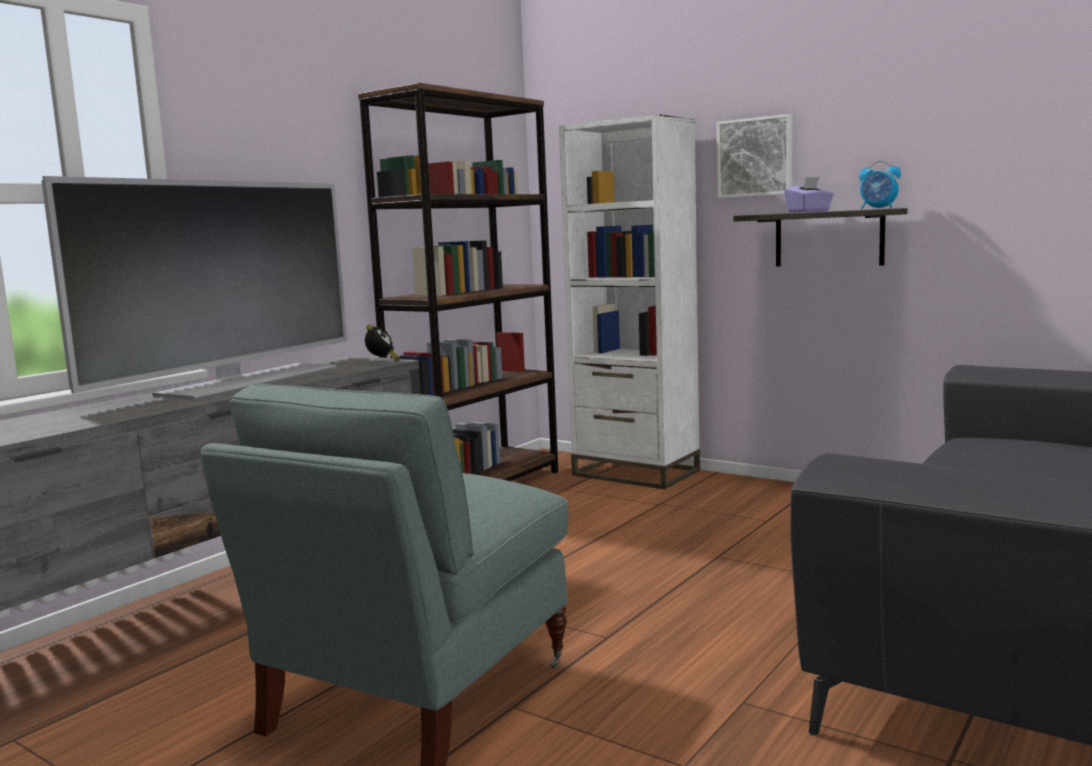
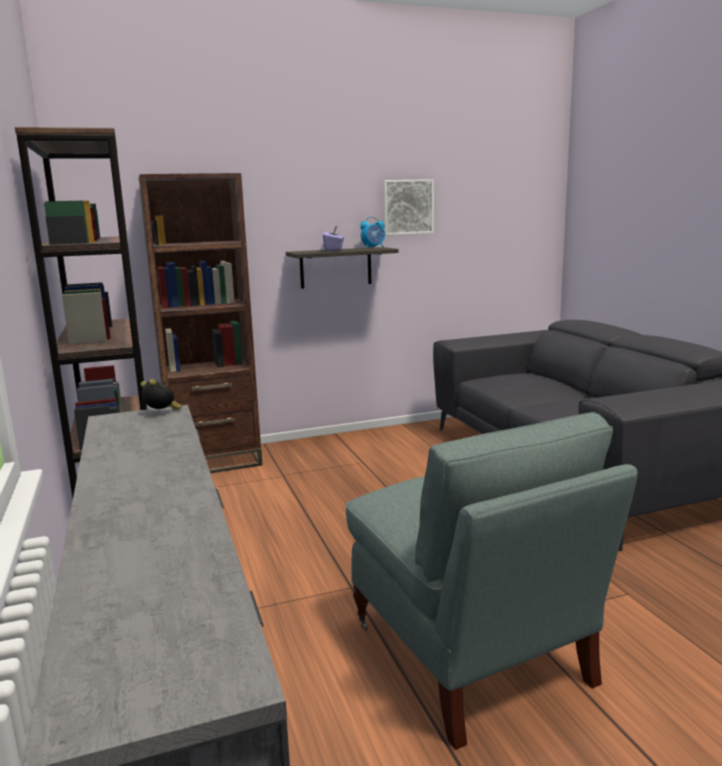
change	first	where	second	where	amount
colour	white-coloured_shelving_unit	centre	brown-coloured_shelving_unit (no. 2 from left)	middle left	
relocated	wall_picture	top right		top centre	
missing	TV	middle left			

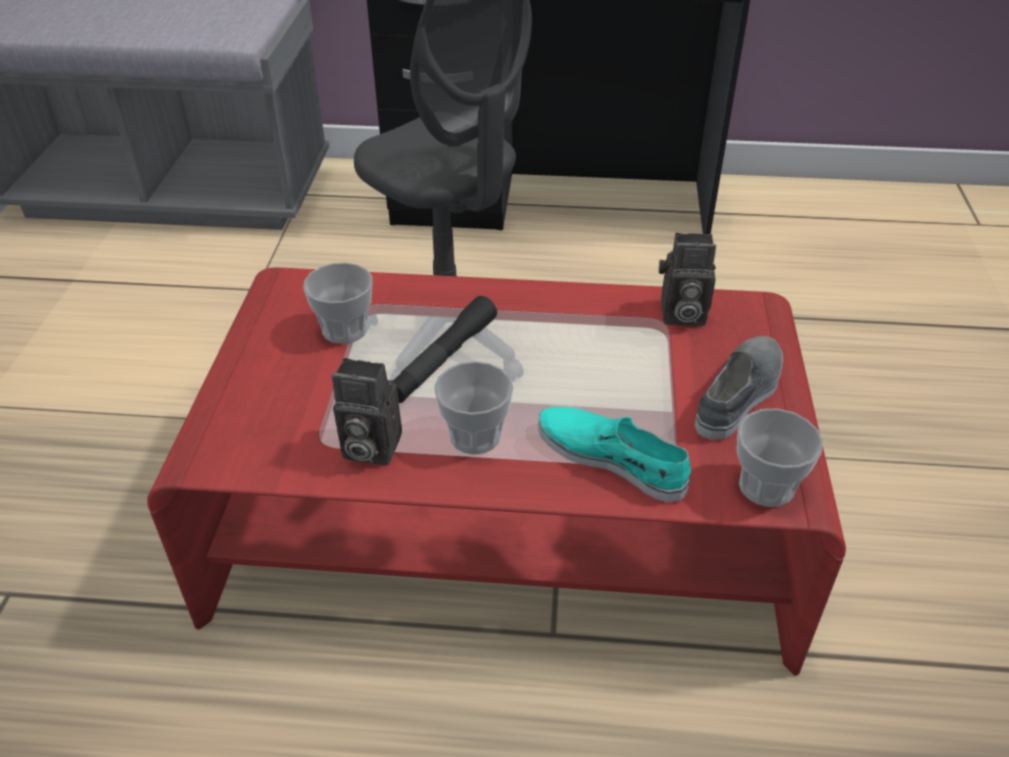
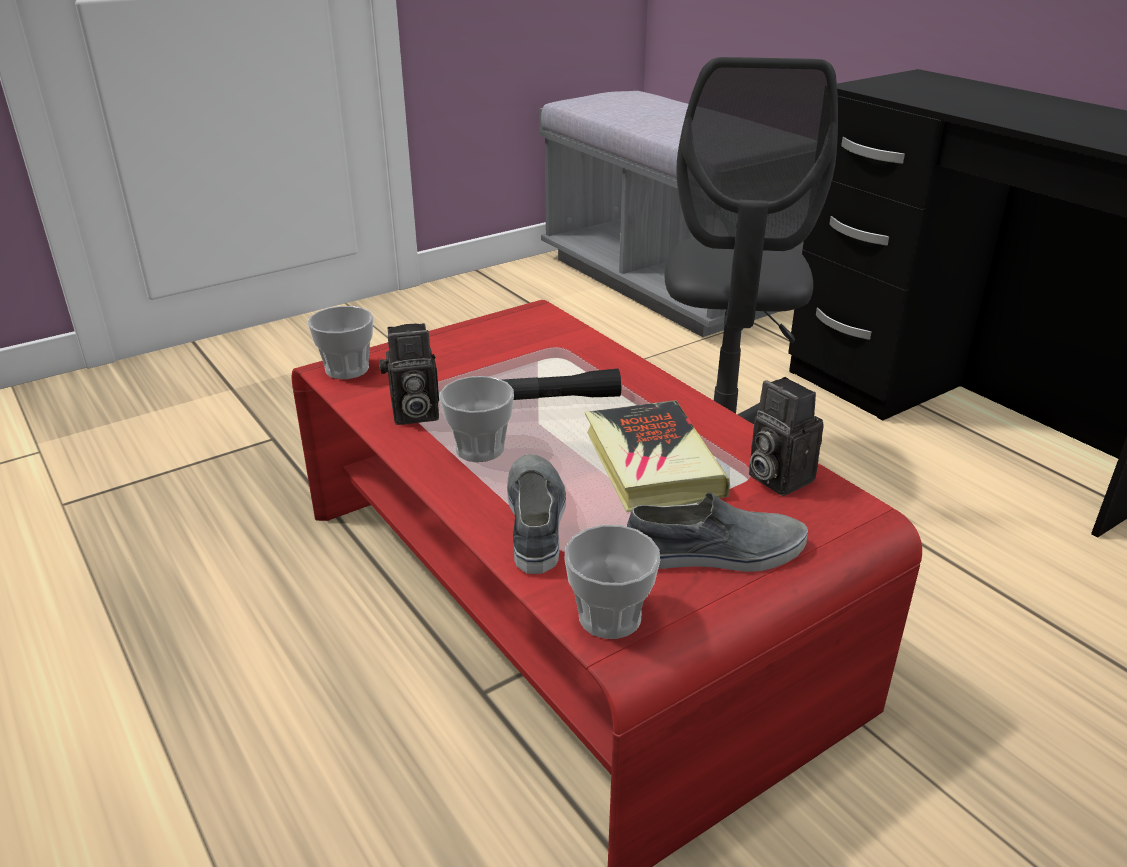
change	first	where	second	where	amount
relocated	drinking_cup (no. 1 from left)	centre		middle left	
spun	still_camera (no. 1 from left)	centre		centre	75 degrees counterclockwise
colour	turquoise-coloured_low_shoe	centre	greyish_low_shoe (no. 1 from left)	centre	
appeared			bound_book	centre	

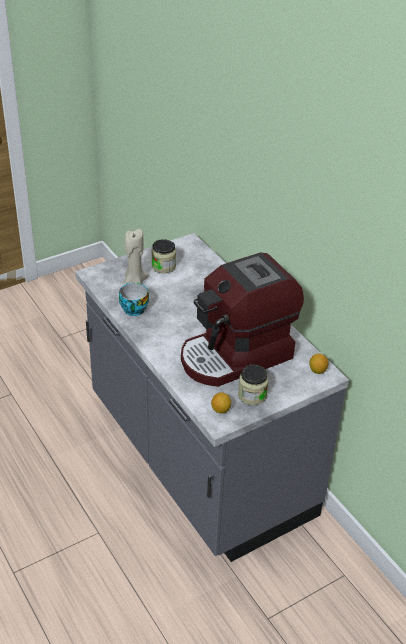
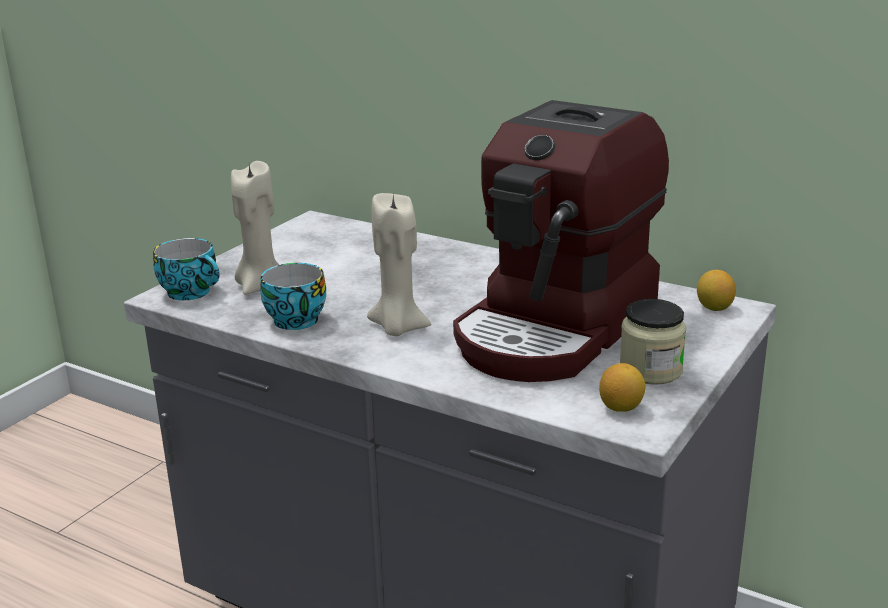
change	first	where	second	where	amount
appeared			drinking_cup (no. 1 from left)	middle left	
appeared			beige_candle (no. 2 from left)	centre	
missing	preserve_jar (no. 1 from left)	centre			

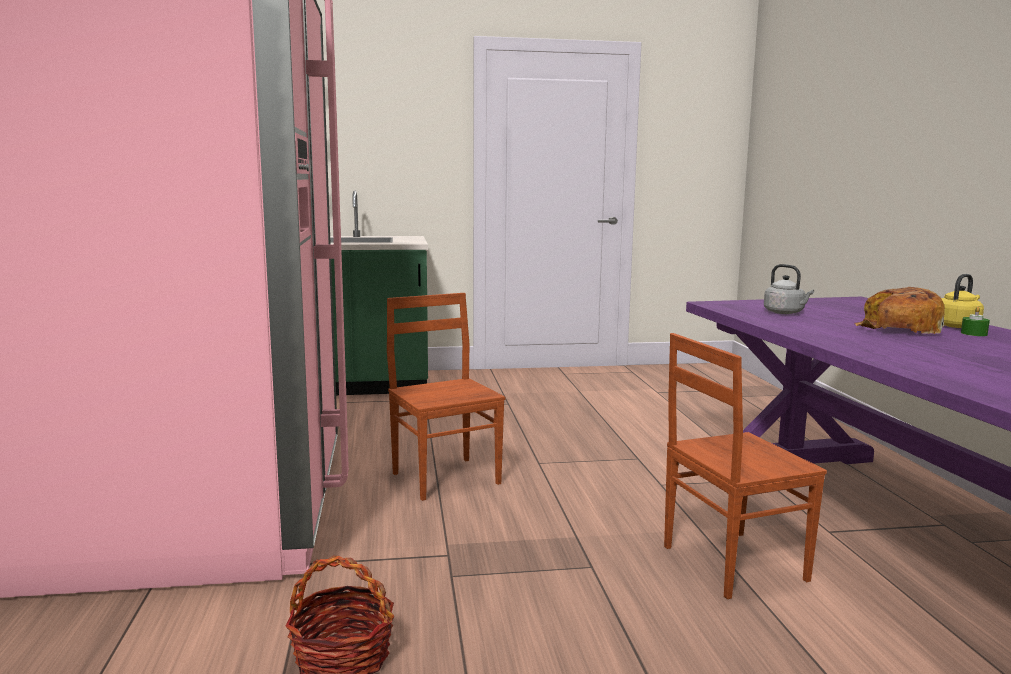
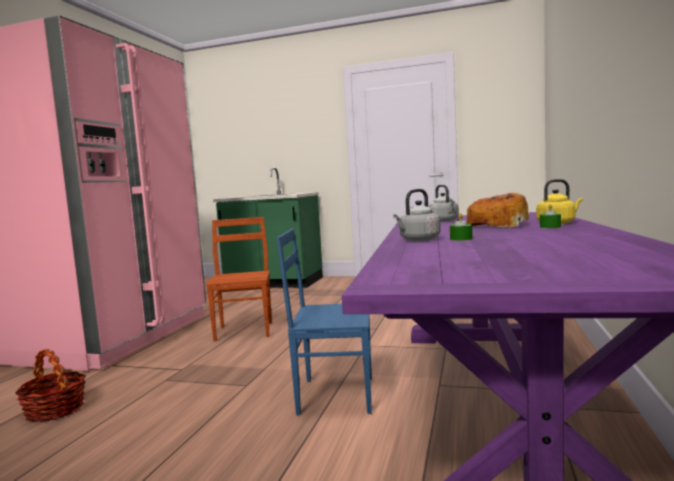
change	first	where	second	where	amount
colour	brown-coloured_plain_chair (no. 2 from left)	bottom right	blue_plain_chair	bottom centre	
appeared			greyish_tea_kettle (no. 1 from left)	centre	
appeared			green-coloured_candle (no. 1 from left)	middle right	

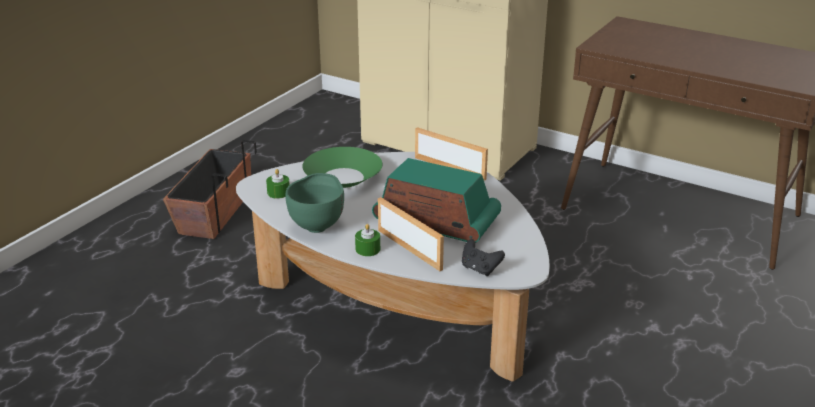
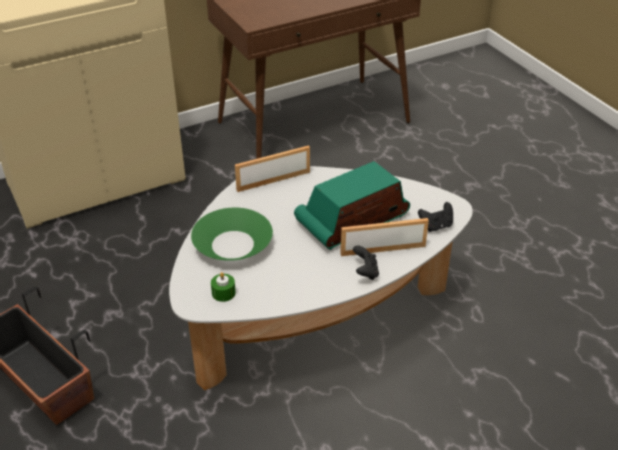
change	first	where	second	where	amount
exchanged	green-coloured_candle (no. 2 from left)	centre	blackish_joypad (no. 1 from left)	centre	
missing	green-coloured_bowl (no. 1 from left)	centre			

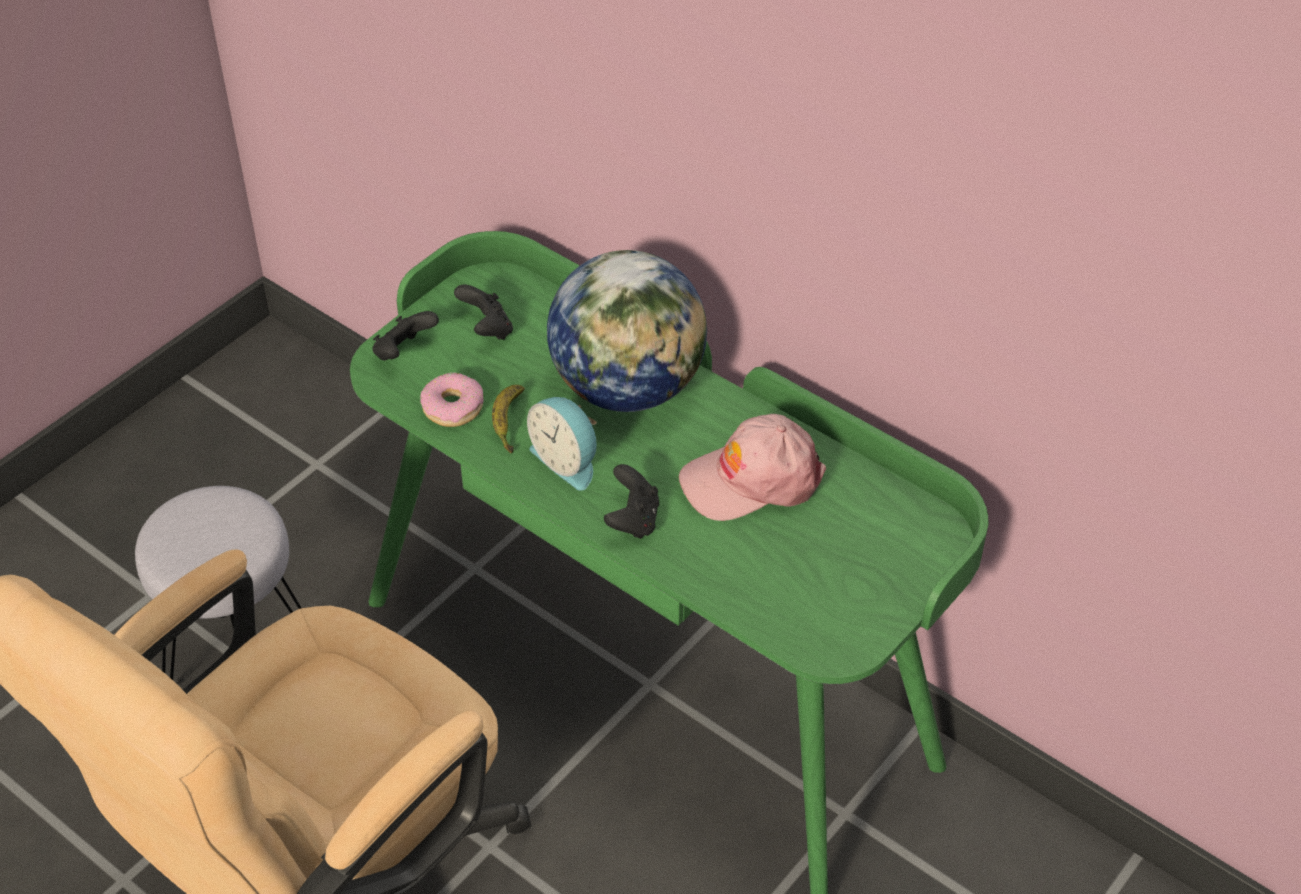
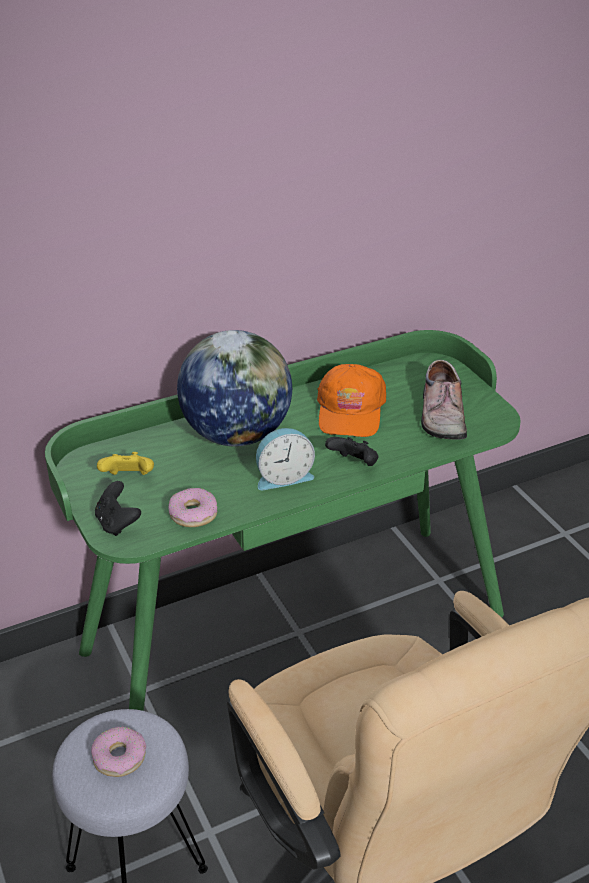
change	first	where	second	where	amount
appeared			doughnut (no. 1 from left)	bottom left	
colour	blackish_joypad (no. 2 from left)	centre	yellow-coloured_joypad	middle left	
colour	pinkish_peaked_cap	centre	orangey_peaked_cap	centre	
appeared			low_shoe	middle right	
missing	whole_banana	centre			

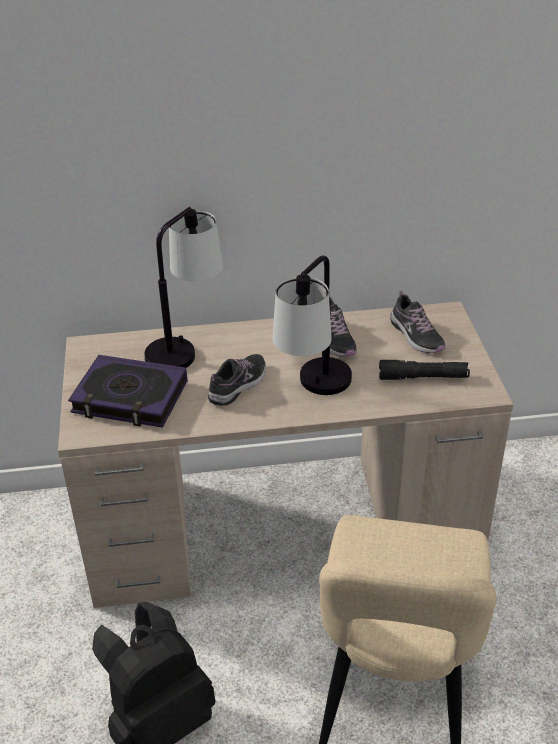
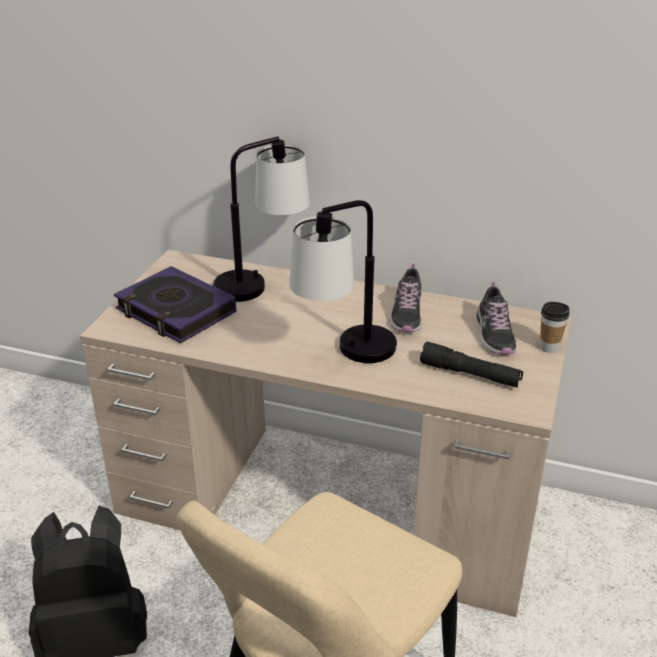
change	first	where	second	where	amount
appeared			drinking_cup	middle right	
missing	low_shoe (no. 1 from left)	centre			

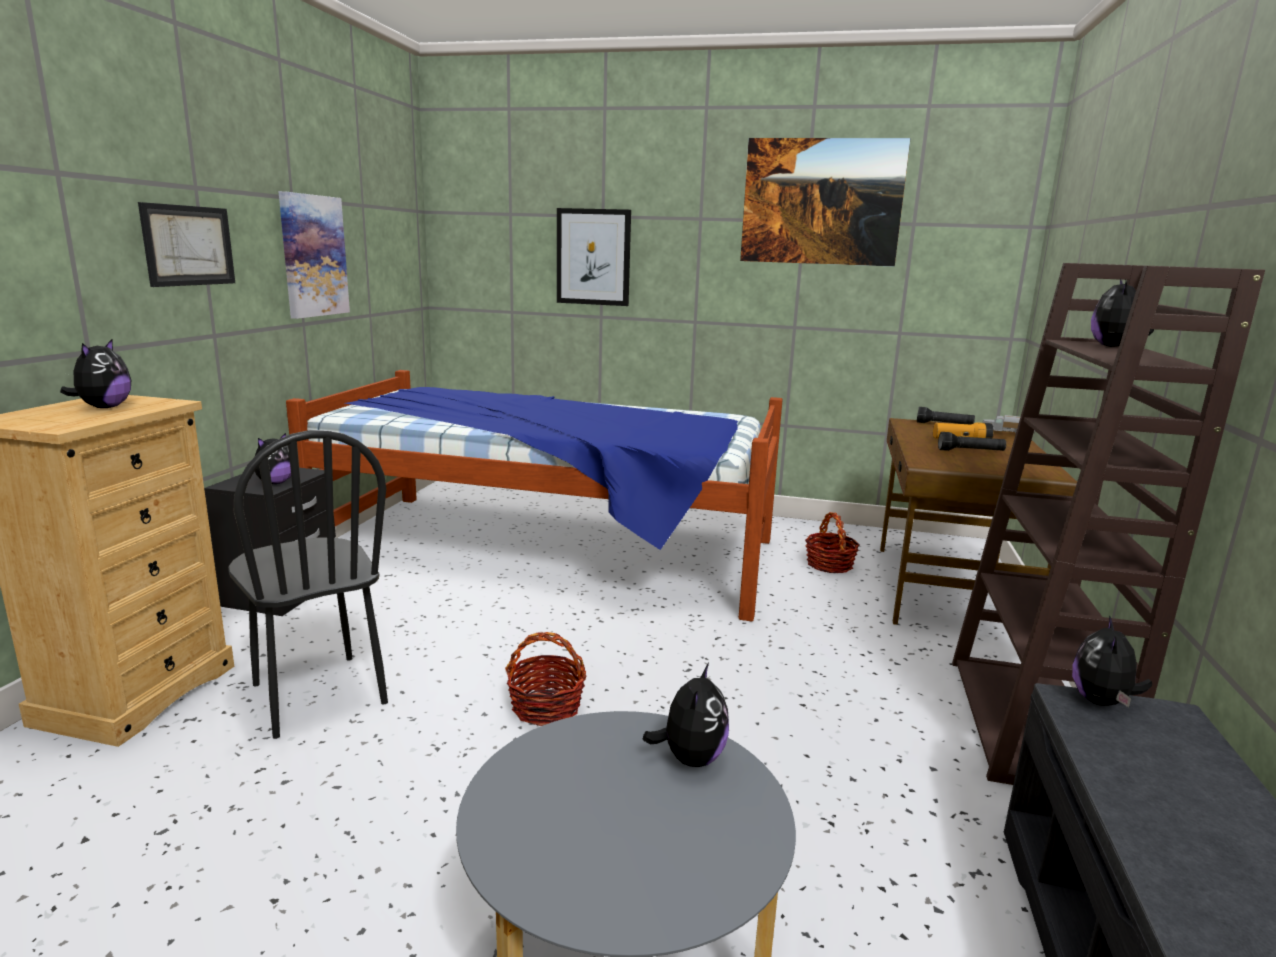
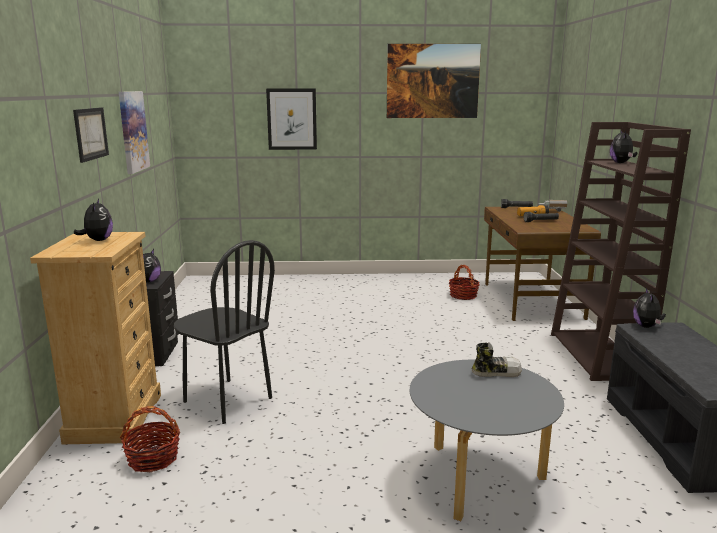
change	first	where	second	where	amount
relocated	basket (no. 1 from left)	bottom centre		bottom left	
exchanged	plush_toy (no. 3 from left)	bottom centre	low_shoe	bottom right	
missing	sleeping_bed	centre			

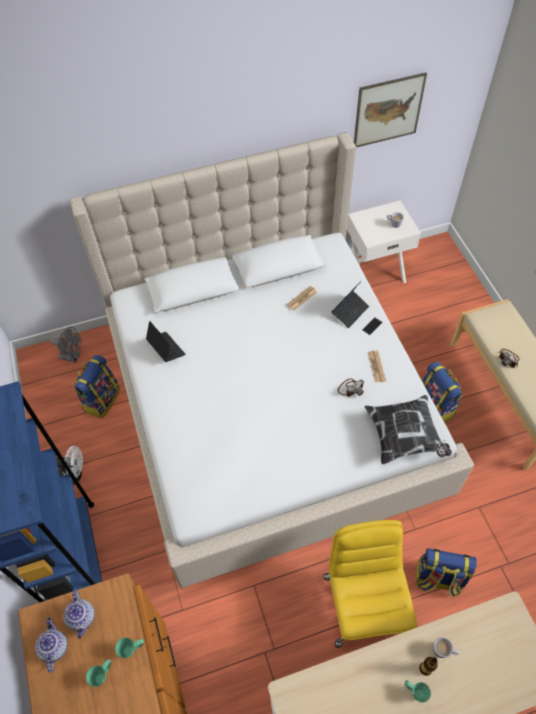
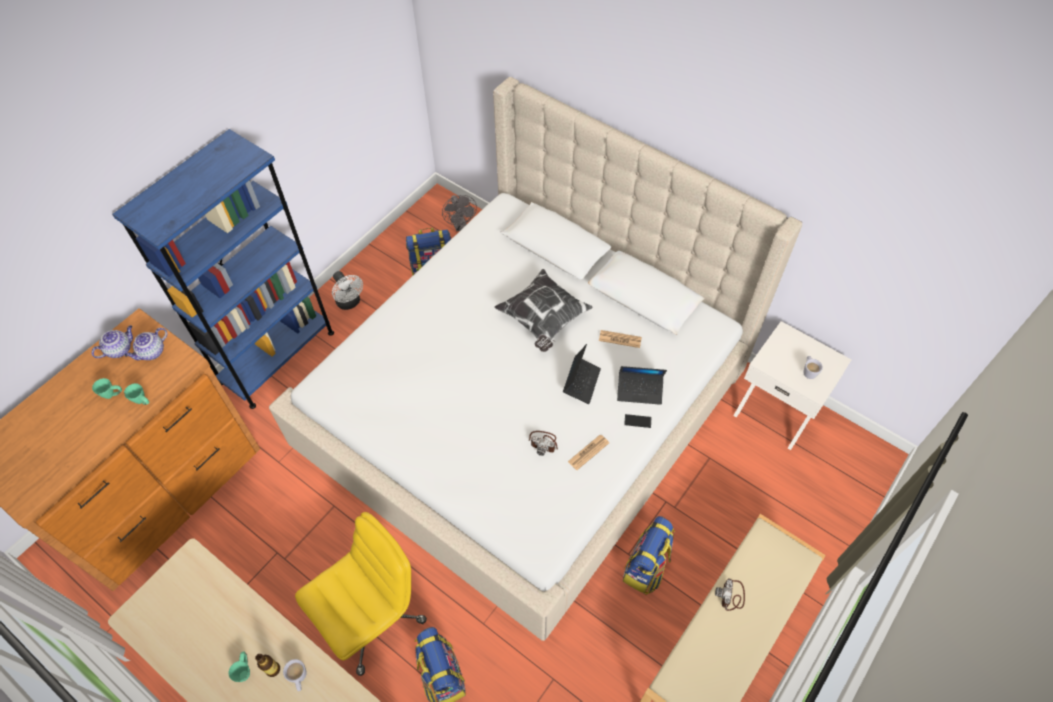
change	first	where	second	where	amount
relocated	throw_pillow	middle right		centre	
relocated	notebook_computer (no. 1 from left)	middle left		centre	
missing	wall_picture	top right			

